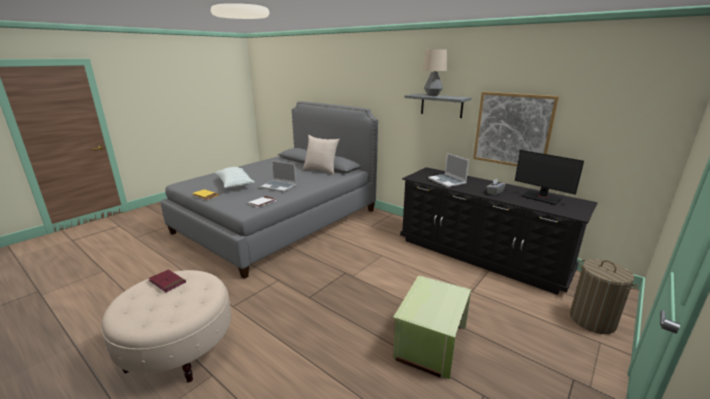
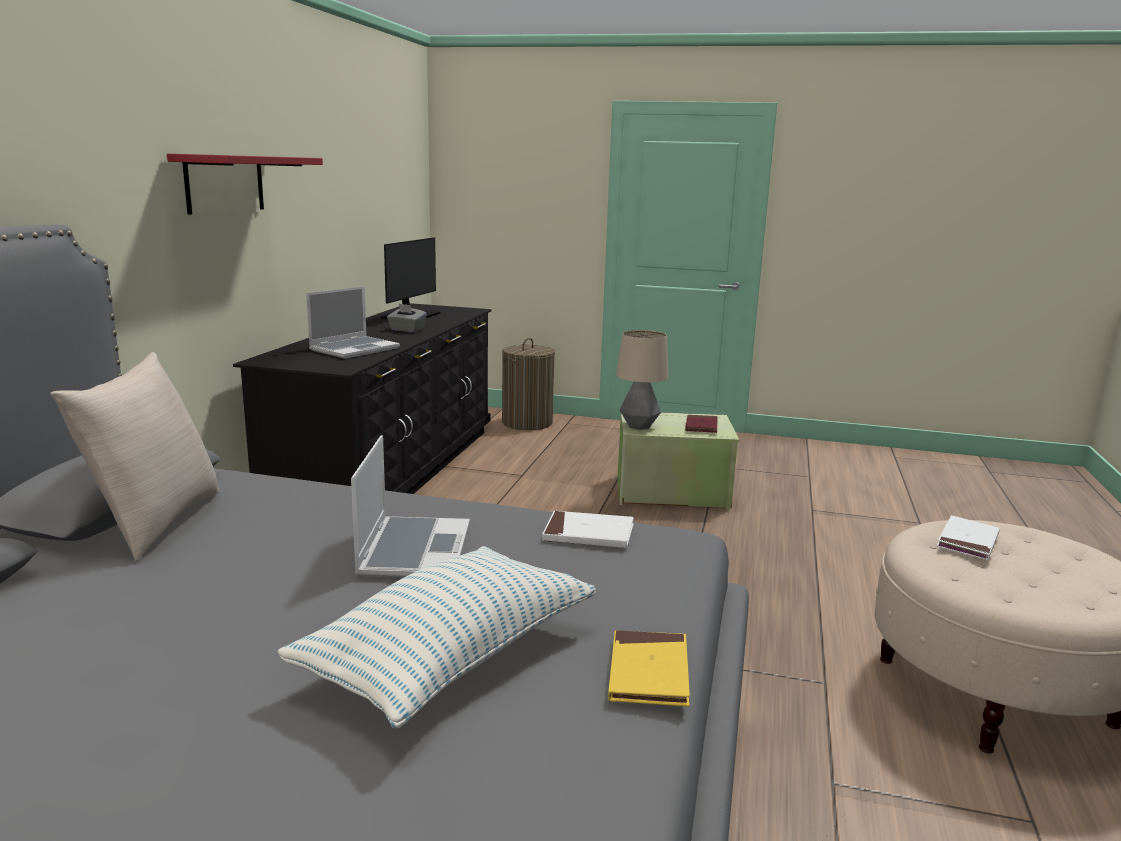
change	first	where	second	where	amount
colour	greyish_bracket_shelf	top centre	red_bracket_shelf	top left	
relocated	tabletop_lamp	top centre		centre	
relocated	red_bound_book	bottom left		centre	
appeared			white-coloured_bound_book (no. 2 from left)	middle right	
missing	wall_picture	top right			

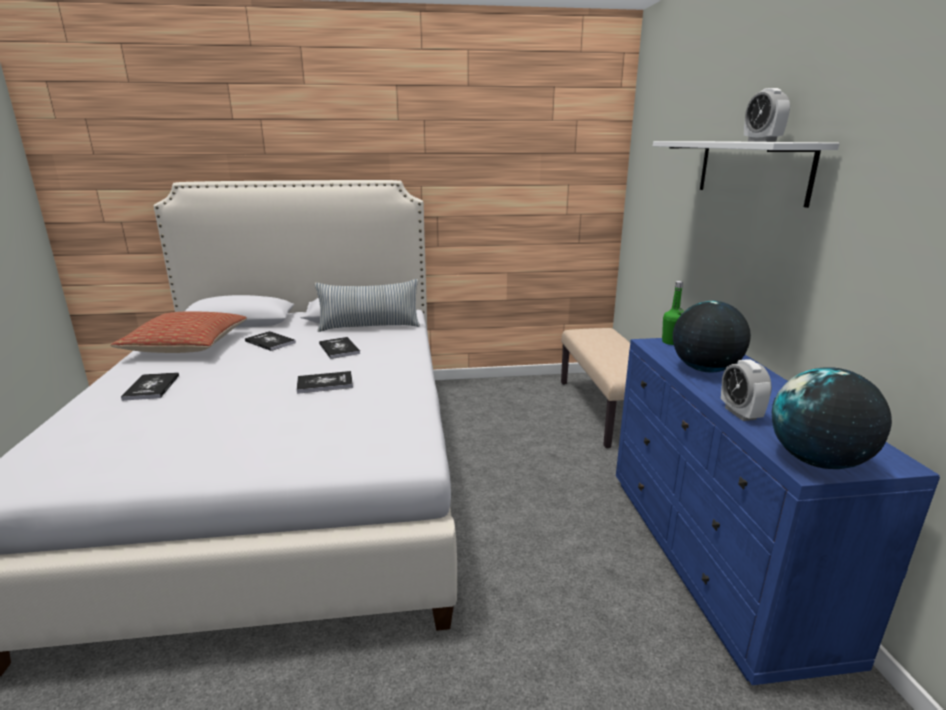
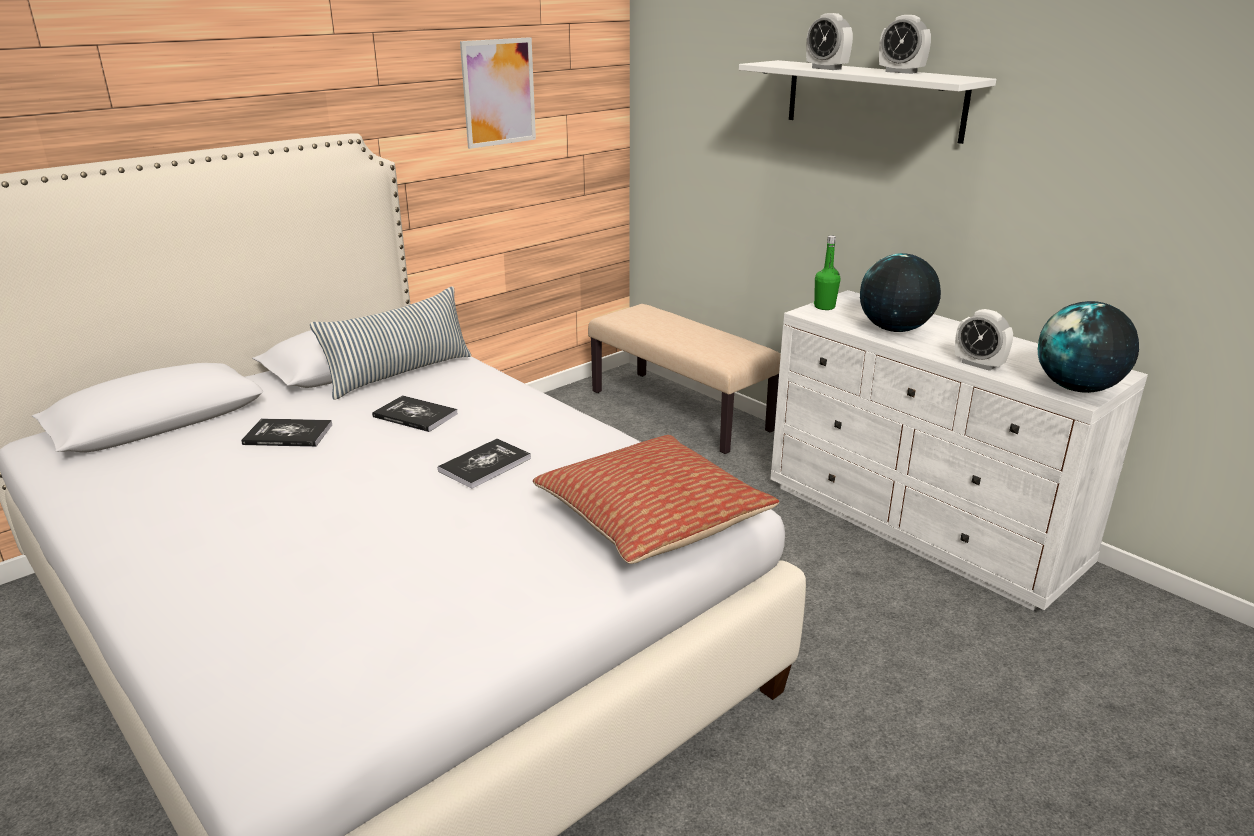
change	first	where	second	where	amount
appeared			wall_picture	top centre	
relocated	throw_pillow (no. 1 from left in the first image)	middle left	throw_pillow (no. 2 from left)	centre	
colour	blue_dresser	bottom right	white-coloured_dresser	middle right	
appeared			table_clock (no. 1 from left)	top centre	
missing	bound_book (no. 1 from left)	middle left			

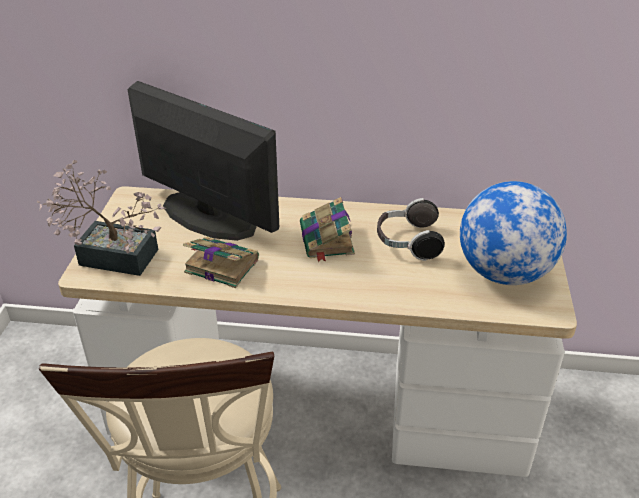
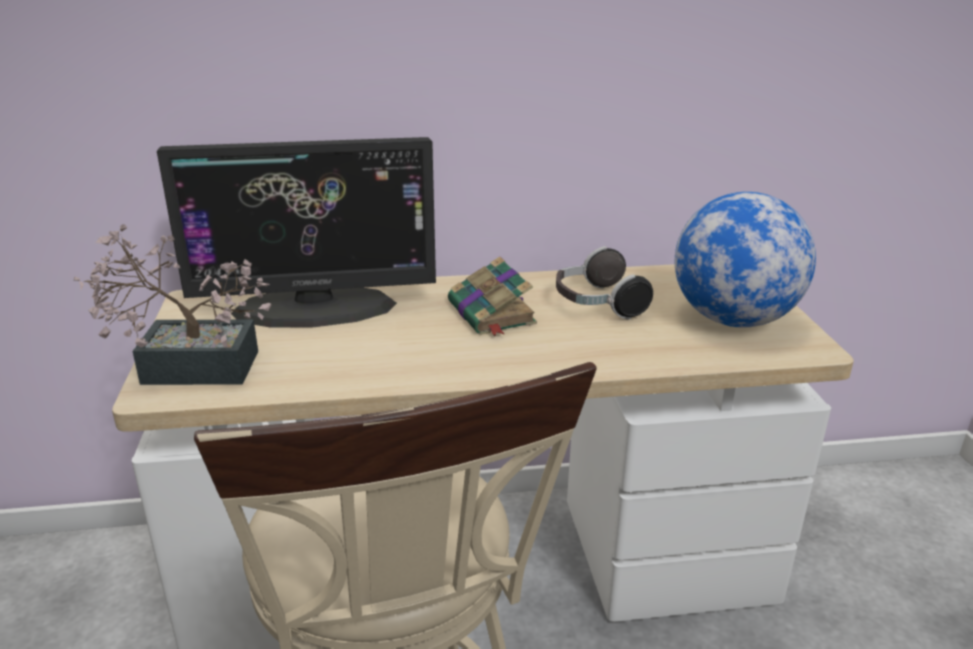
change	first	where	second	where	amount
spun	computer_display	top left		middle left	150 degrees clockwise
missing	bound_book (no. 1 from left)	centre			

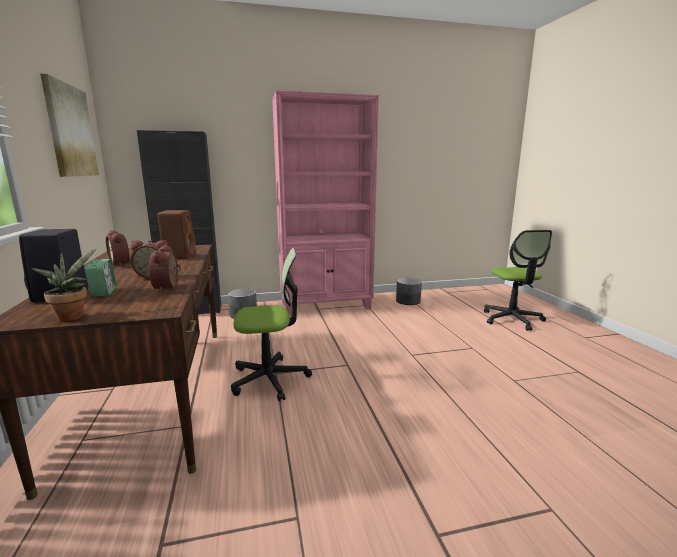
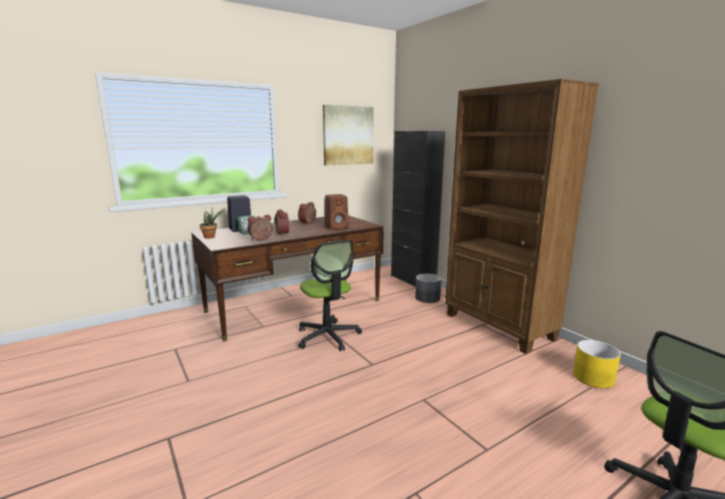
change	first	where	second	where	amount
colour	pinkish_shelving_unit	centre	brown-coloured_shelving_unit	middle right	
colour	greyish_plant_pot (no. 2 from left)	centre	yellow-coloured_plant_pot	bottom right	

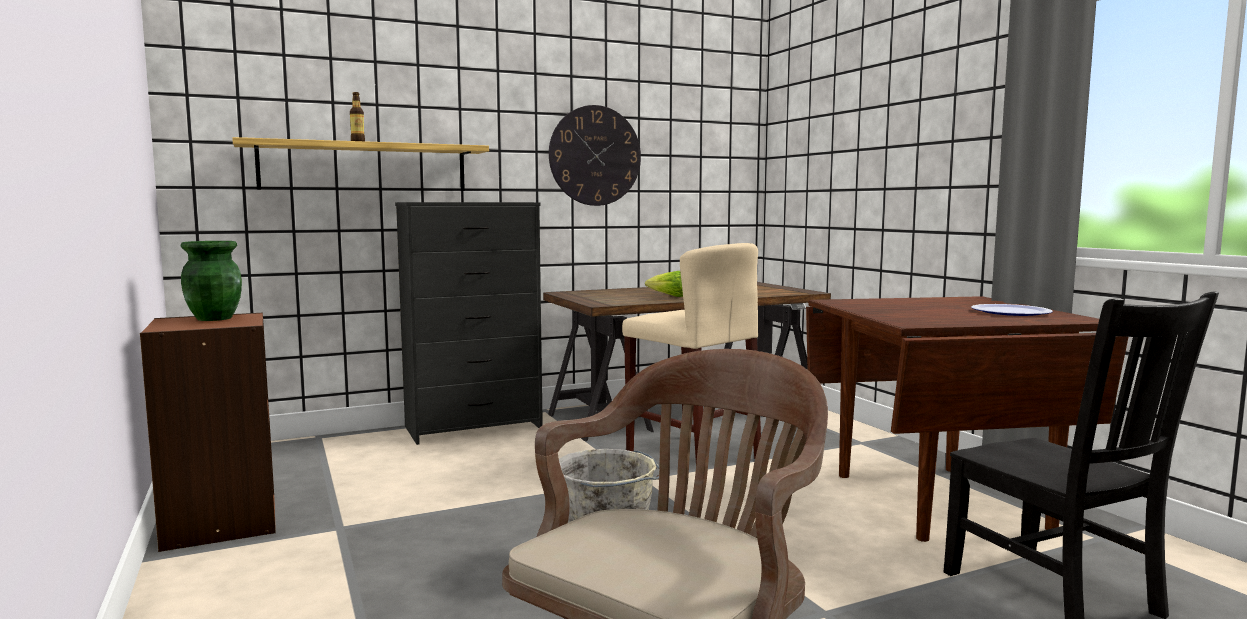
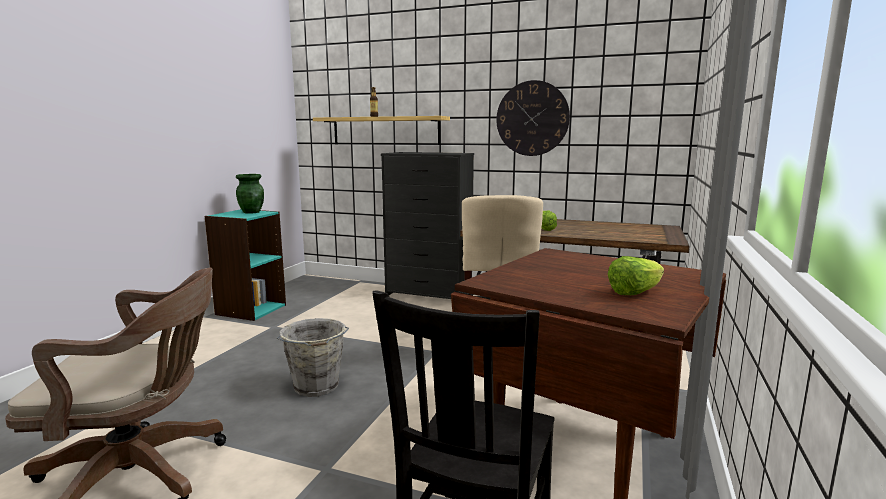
change	first	where	second	where	amount
colour	brown-coloured_shelving_unit	bottom left	turquoise-coloured_shelving_unit	middle left	
exchanged	dinner_plate	middle right	lettuce (no. 2 from left)	middle right	

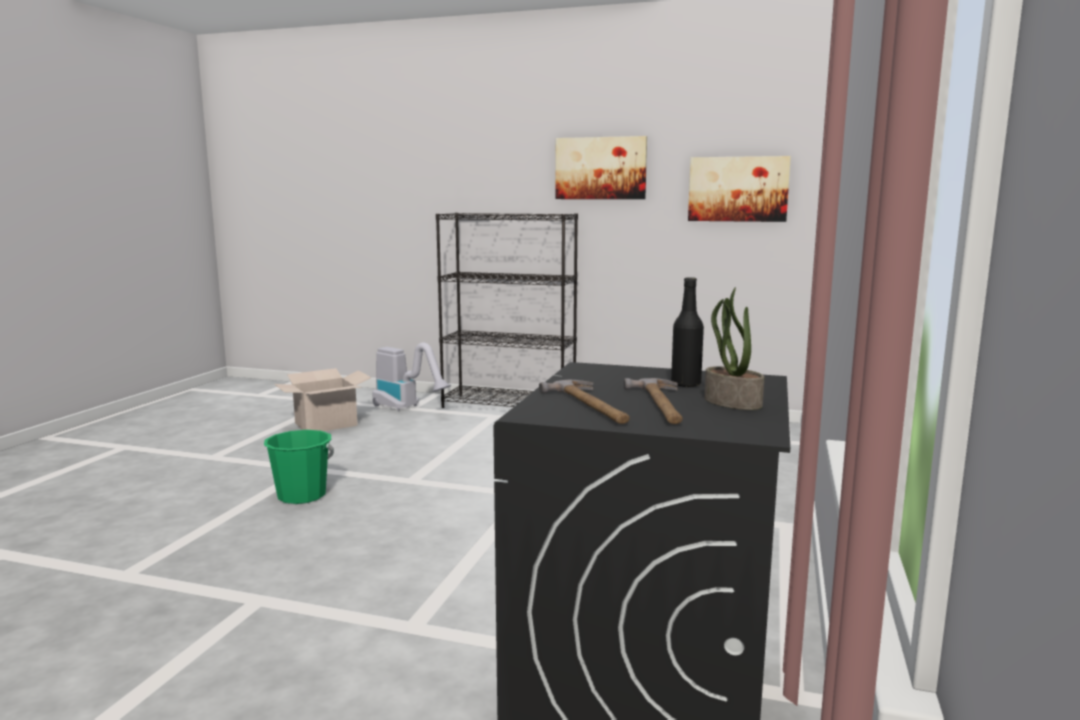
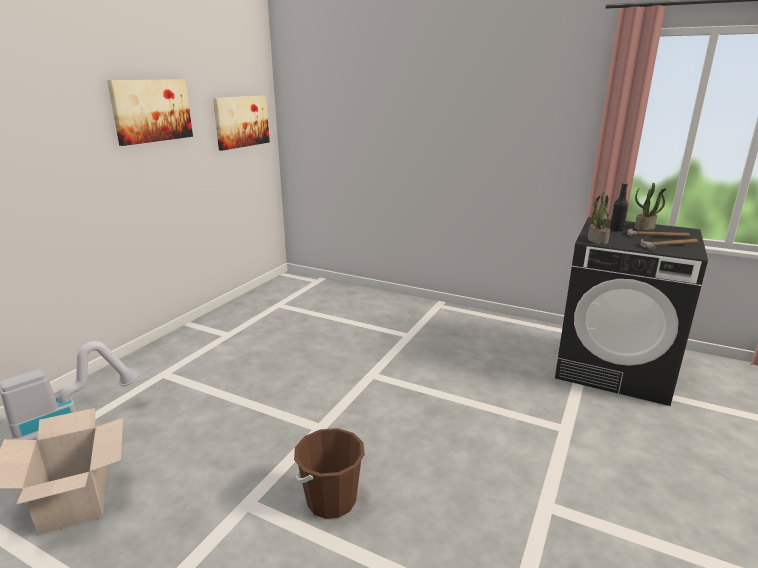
change	first	where	second	where	amount
colour	green-coloured_pail	middle left	brown-coloured_pail	bottom centre	
appeared			houseplant (no. 1 from left)	middle right	
missing	blackish_shelving_unit	centre			

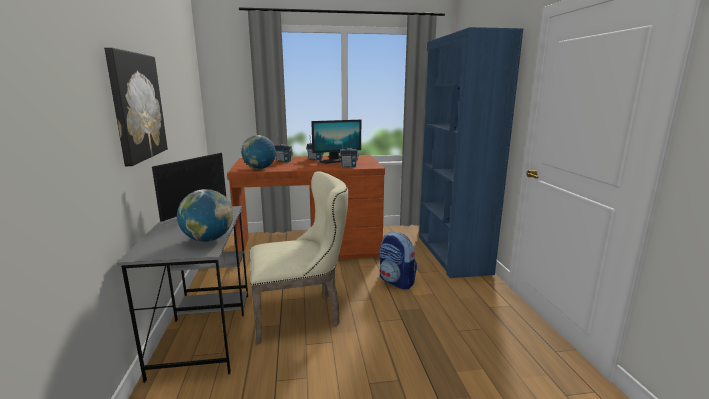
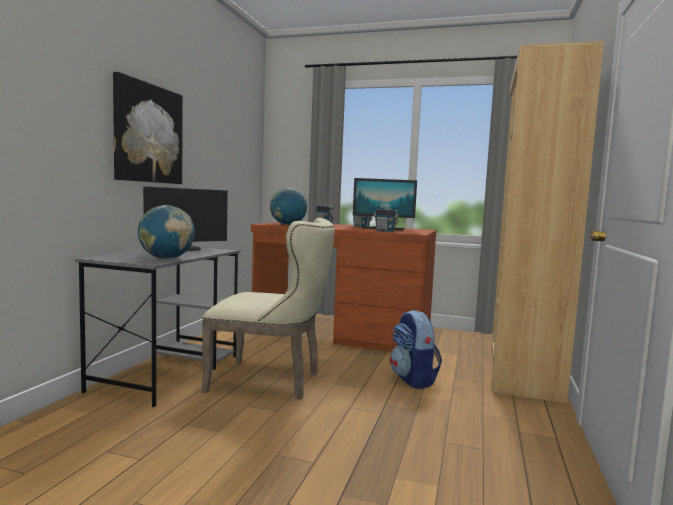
change	first	where	second	where	amount
colour	blue_shelving_unit	centre	brown-coloured_shelving_unit	middle right	

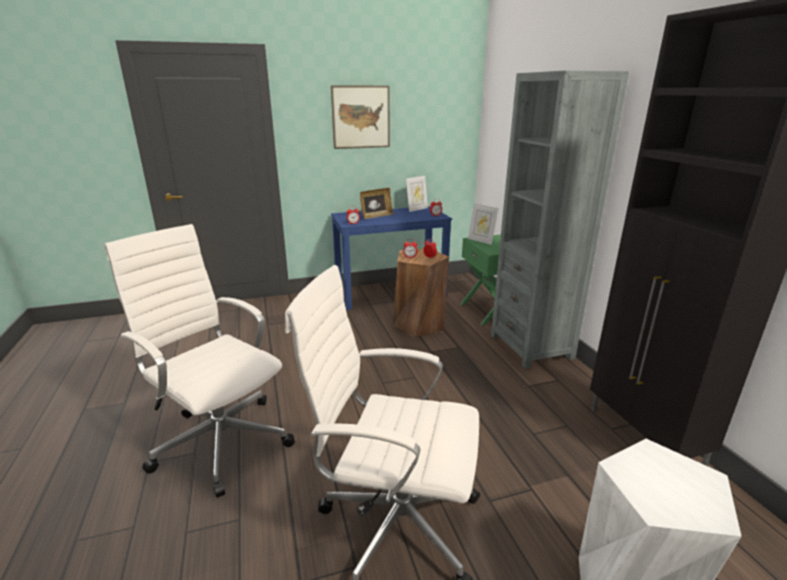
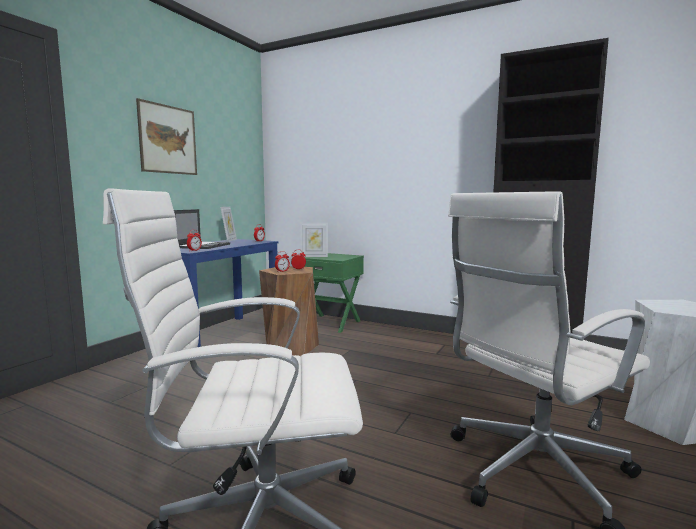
change	first	where	second	where	amount
exchanged	photo_frame (no. 1 from left)	centre	notebook_computer	middle left	
missing	greyish_shelving_unit	middle right			

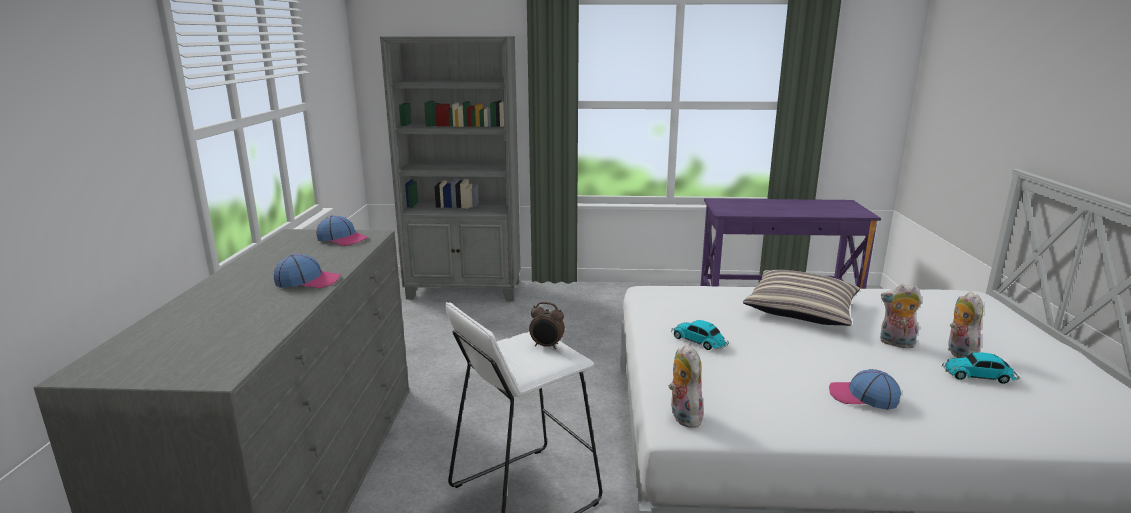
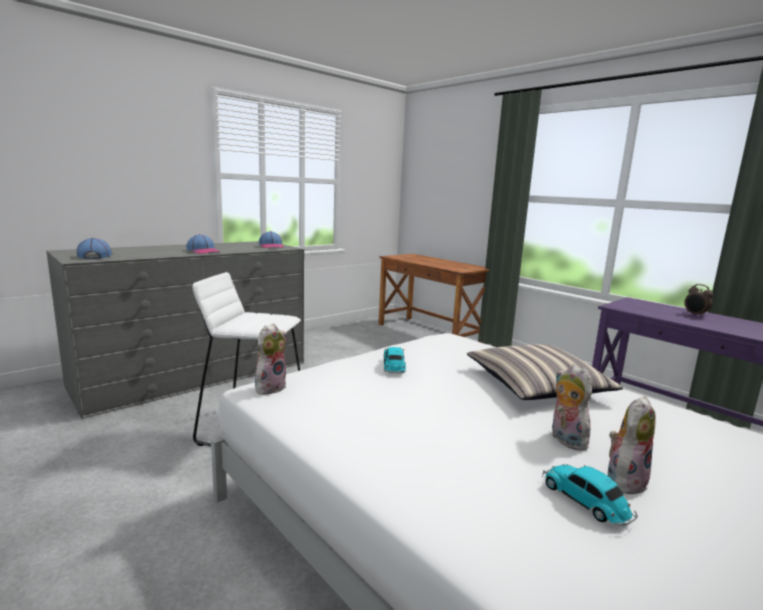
change	first	where	second	where	amount
relocated	peaked_cap (no. 3 from left in the first image)	bottom right	peaked_cap (no. 1 from left)	middle left	
exchanged	greyish_shelving_unit	top centre	brown-coloured_desk_unit	centre	
relocated	table_clock	centre		middle right	

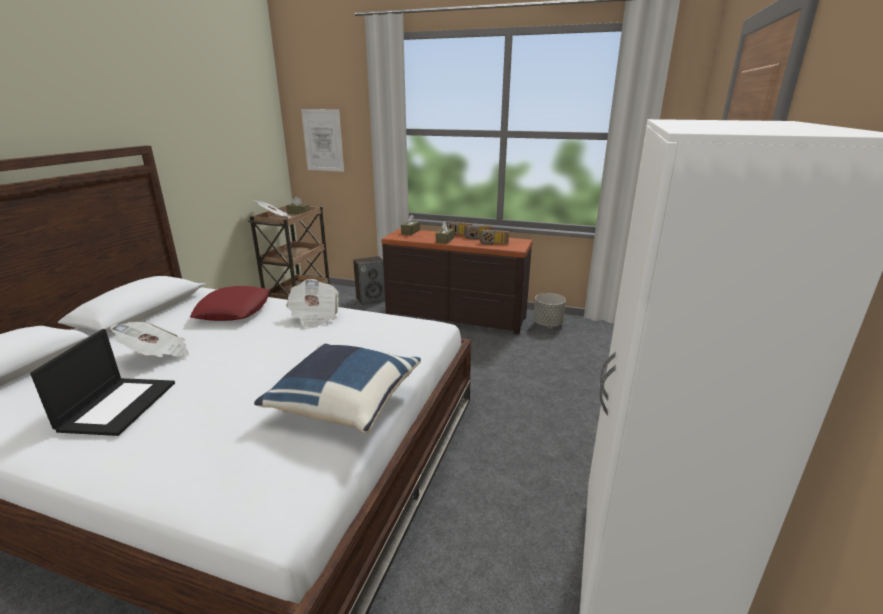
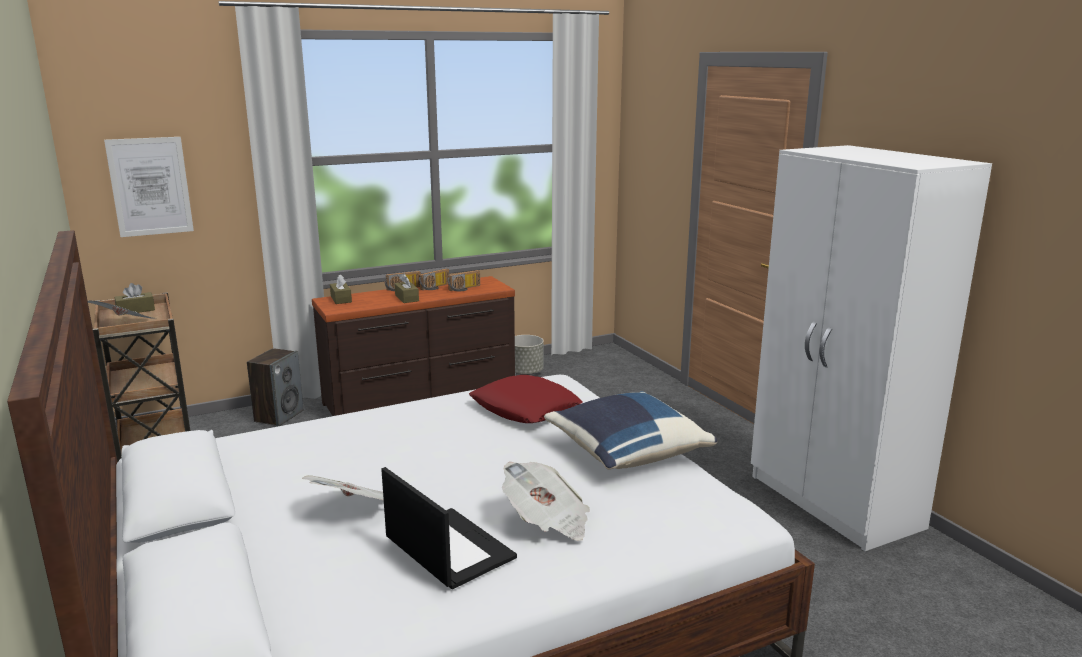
change	first	where	second	where	amount
relocated	red_throw_pillow	middle left		centre	
relocated	daily_paper (no. 3 from left)	centre		bottom centre	

